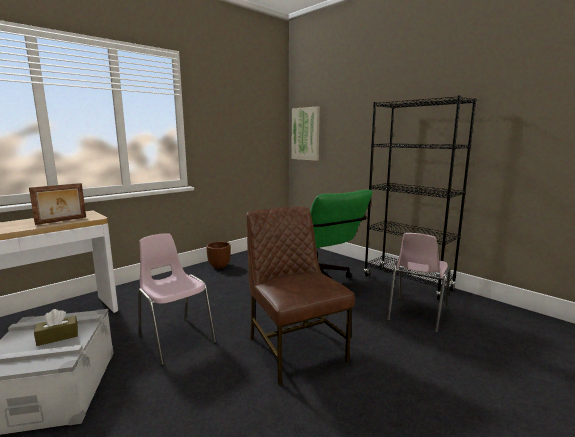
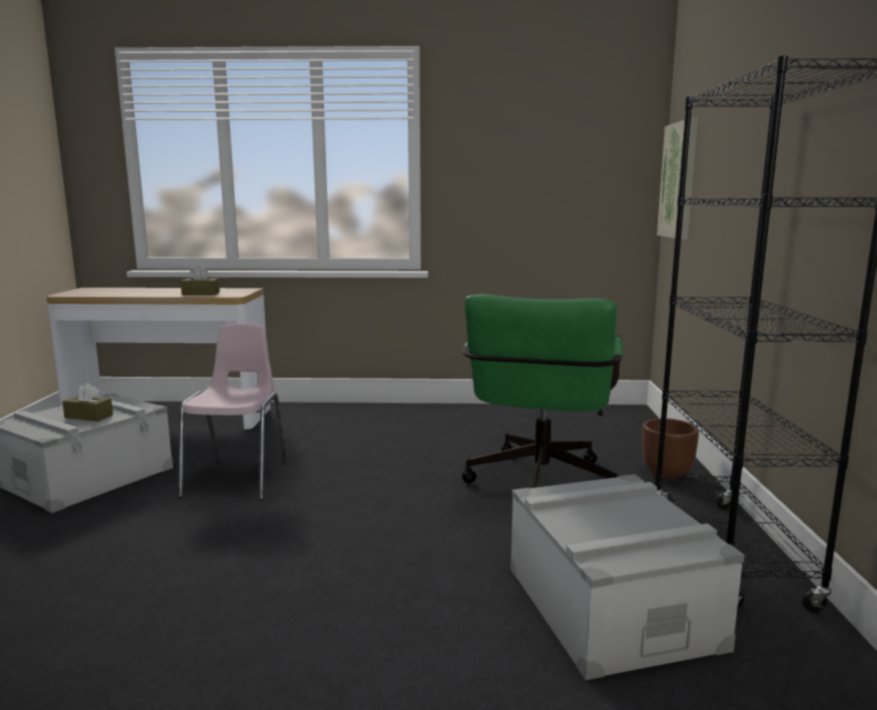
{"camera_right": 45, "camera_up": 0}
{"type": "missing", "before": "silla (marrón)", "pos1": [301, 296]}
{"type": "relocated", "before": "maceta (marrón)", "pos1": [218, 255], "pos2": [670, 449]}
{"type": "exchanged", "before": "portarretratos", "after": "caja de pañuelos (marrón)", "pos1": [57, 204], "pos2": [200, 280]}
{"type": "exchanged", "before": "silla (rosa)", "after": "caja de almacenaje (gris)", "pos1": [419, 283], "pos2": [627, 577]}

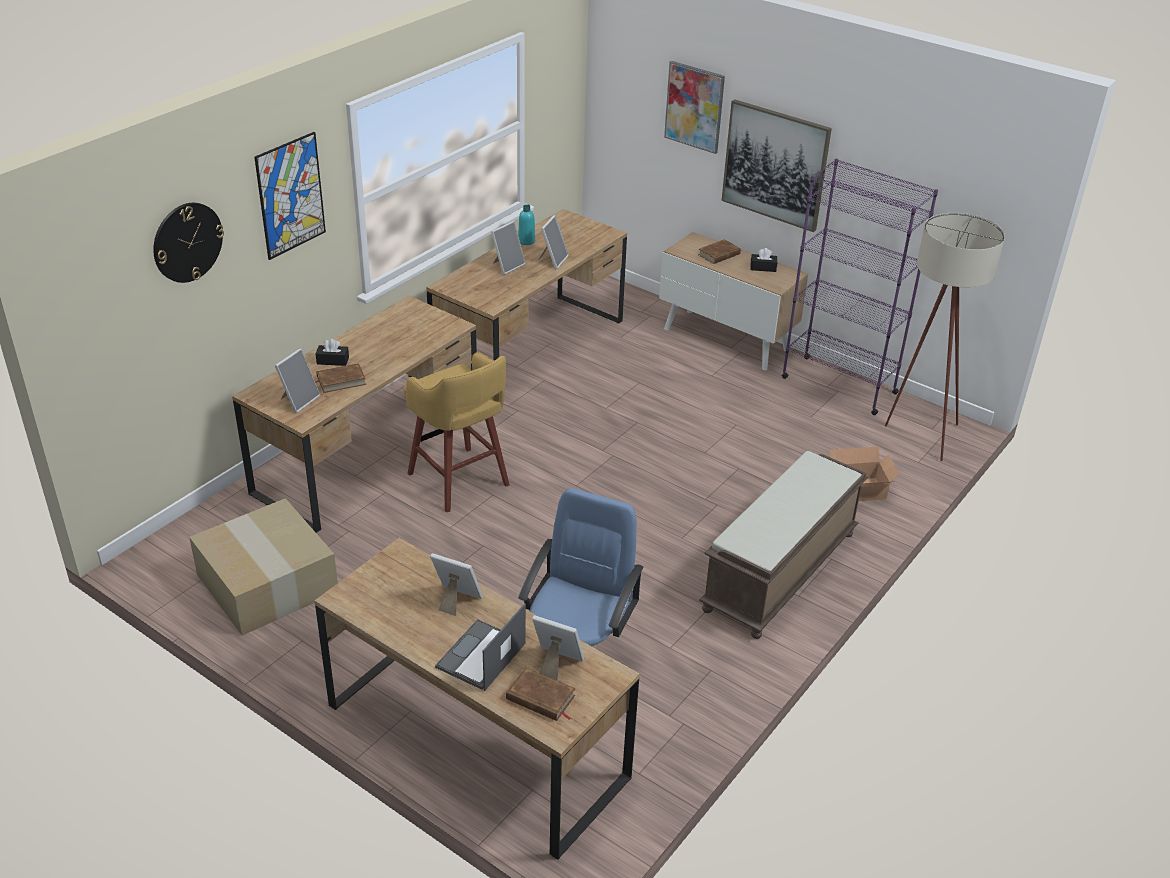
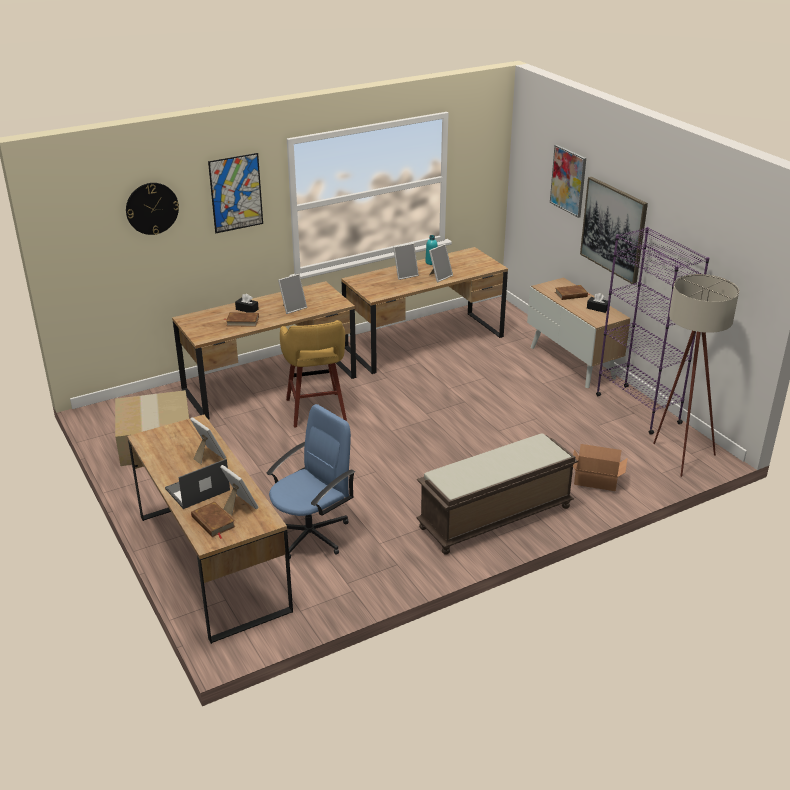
{"camera_right": 25, "camera_up": -5}
{"type": "relocated", "before": "portarretratos", "pos1": [298, 381], "pos2": [292, 294]}

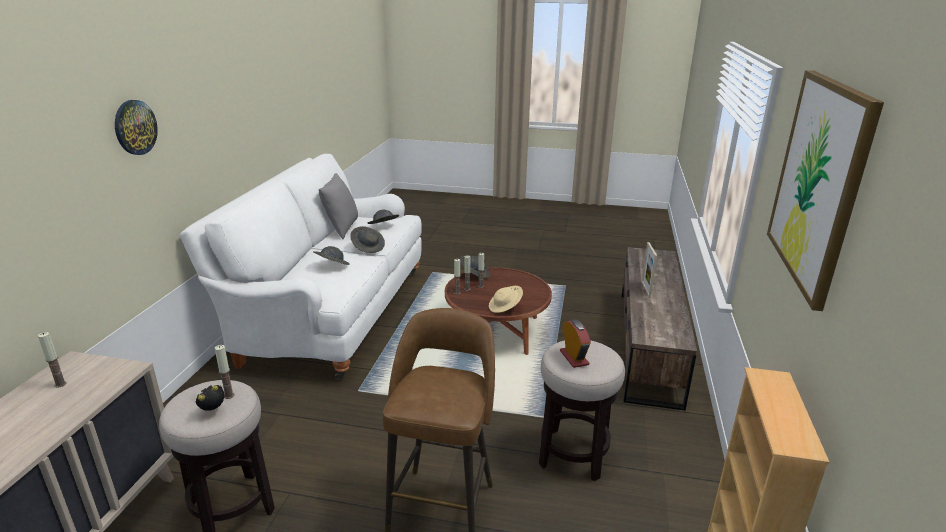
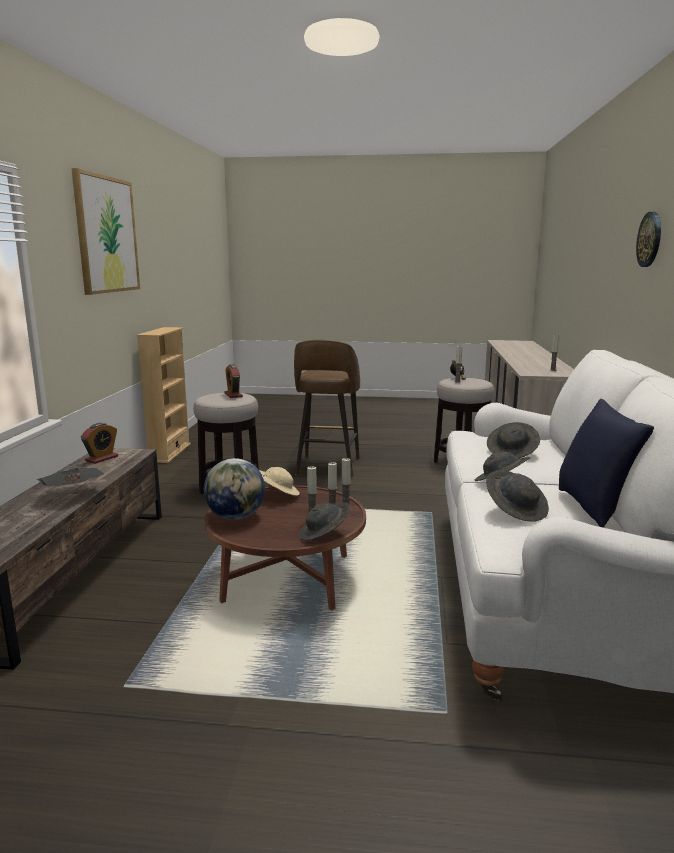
{"camera_right": 175, "camera_up": -10}
{"type": "appeared", "after": "despertador", "pos2": [99, 443]}
{"type": "appeared", "after": "globo terráqueo", "pos2": [234, 489]}
{"type": "exchanged", "before": "portarretratos", "after": "periódico", "pos1": [649, 269], "pos2": [70, 477]}
{"type": "colour", "before": "cojín (gris)", "after": "cojín (azul)", "pos1": [338, 206], "pos2": [606, 463]}

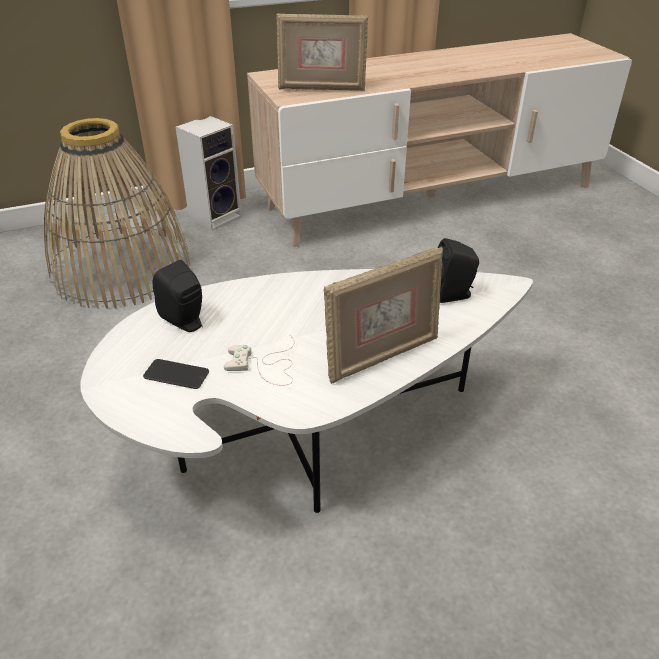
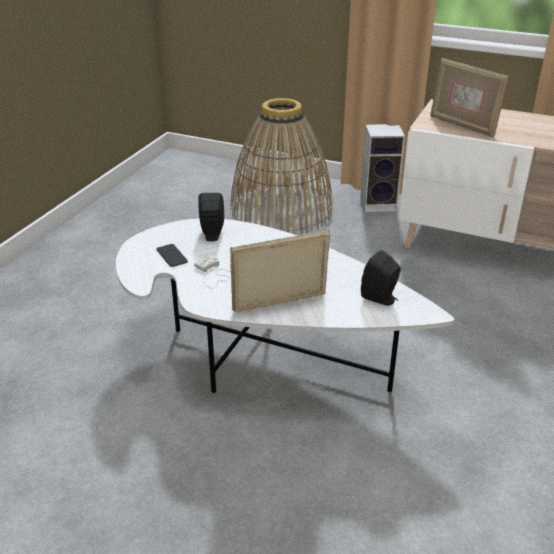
{"camera_right": 45, "camera_up": -5}
{"type": "spun", "before": "portarretratos", "pos1": [383, 315], "pos2": [280, 271], "turn": 150}

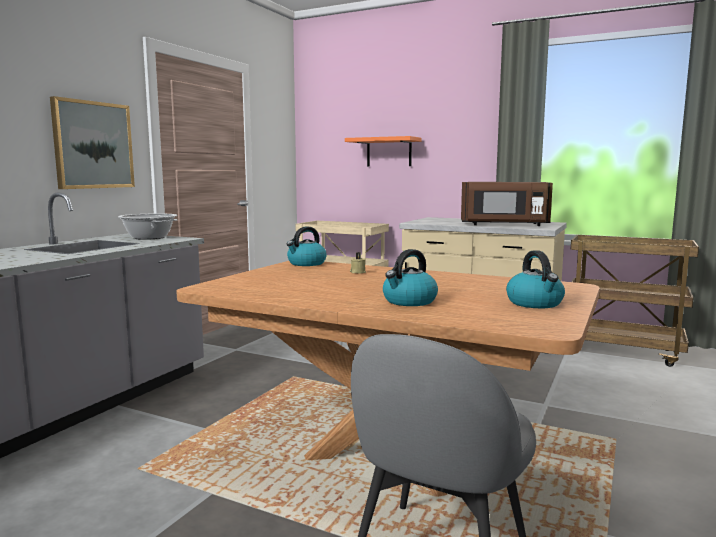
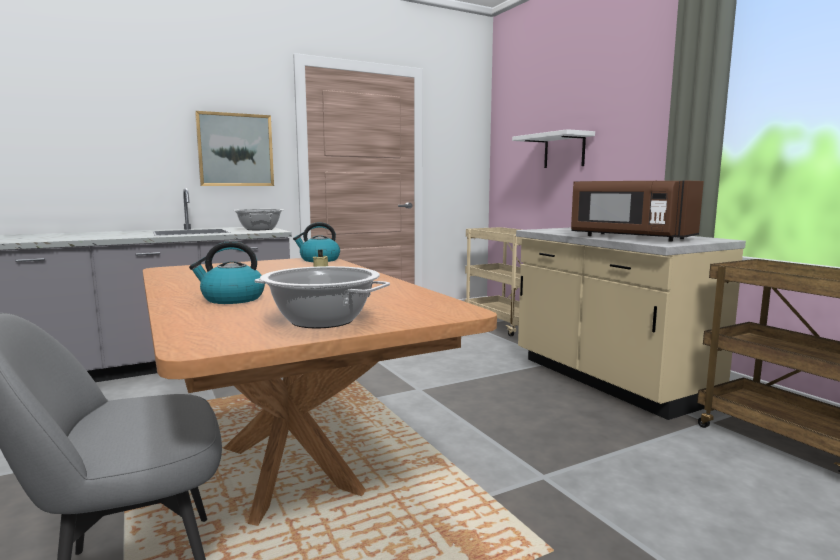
{"camera_right": 35, "camera_up": 0}
{"type": "exchanged", "before": "hervidor", "after": "olla", "pos1": [535, 279], "pos2": [322, 297]}
{"type": "colour", "before": "estante (naranja)", "after": "estante (blanco)", "pos1": [383, 151], "pos2": [553, 148]}

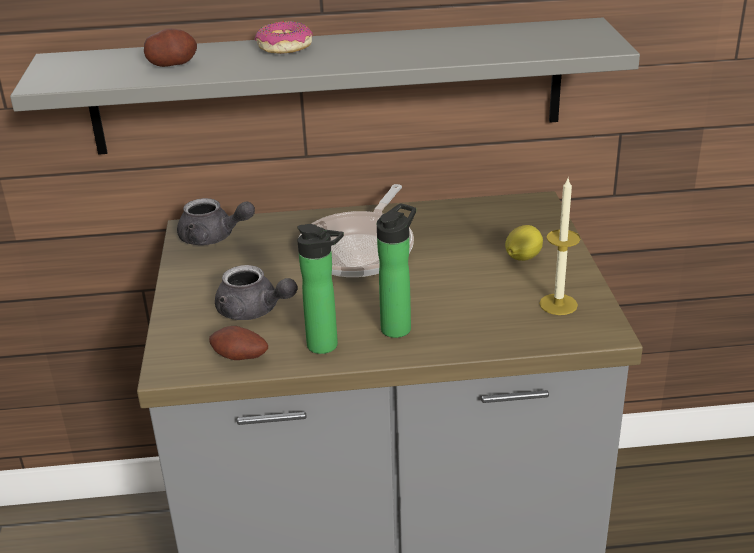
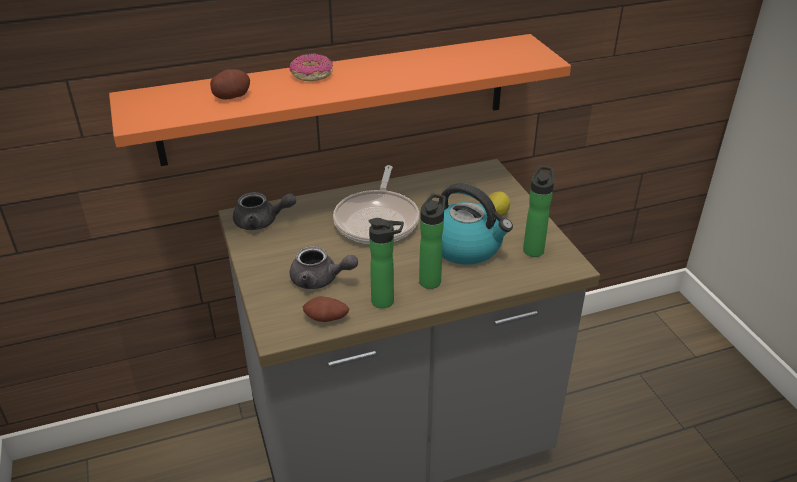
{"camera_right": -15, "camera_up": 5}
{"type": "appeared", "after": "hervidor", "pos2": [476, 224]}
{"type": "exchanged", "before": "vela", "after": "botella", "pos1": [560, 245], "pos2": [538, 211]}
{"type": "colour", "before": "estante (gris)", "after": "estante (naranja)", "pos1": [325, 86], "pos2": [340, 100]}

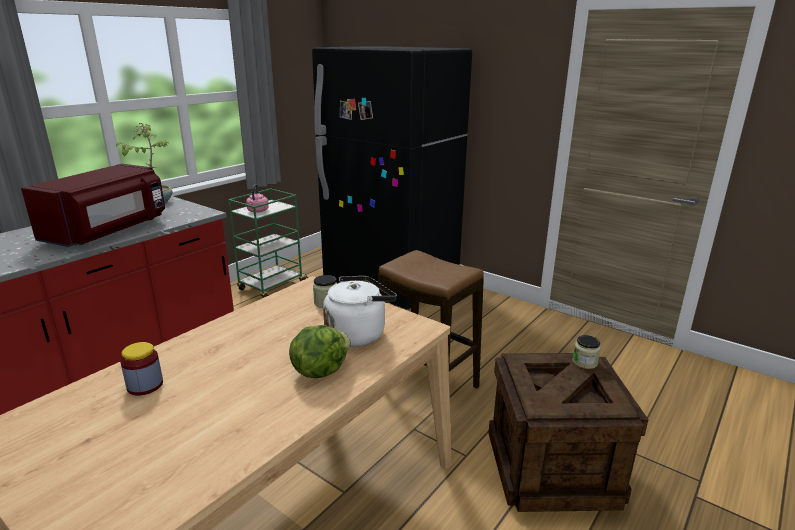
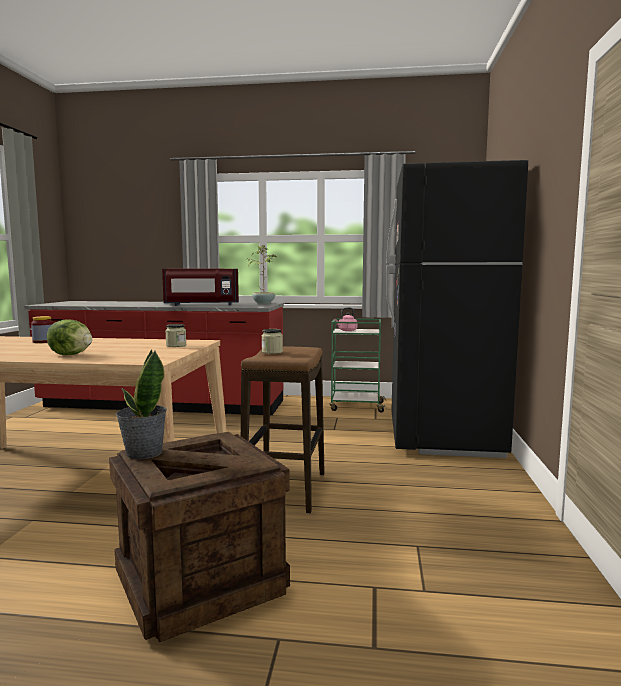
{"camera_right": 60, "camera_up": -15}
{"type": "missing", "before": "hervidor (blanco)", "pos1": [360, 311]}
{"type": "appeared", "after": "planta en maceta", "pos2": [141, 404]}
{"type": "relocated", "before": "tarro", "pos1": [587, 352], "pos2": [272, 341]}

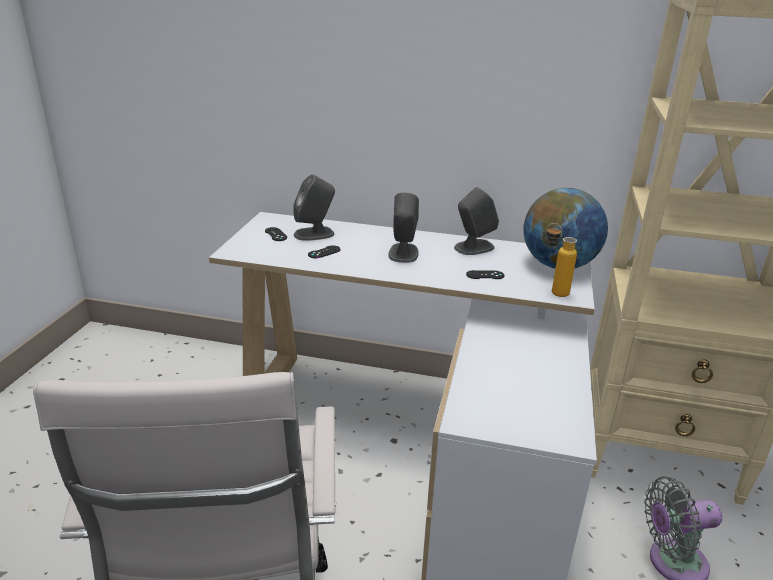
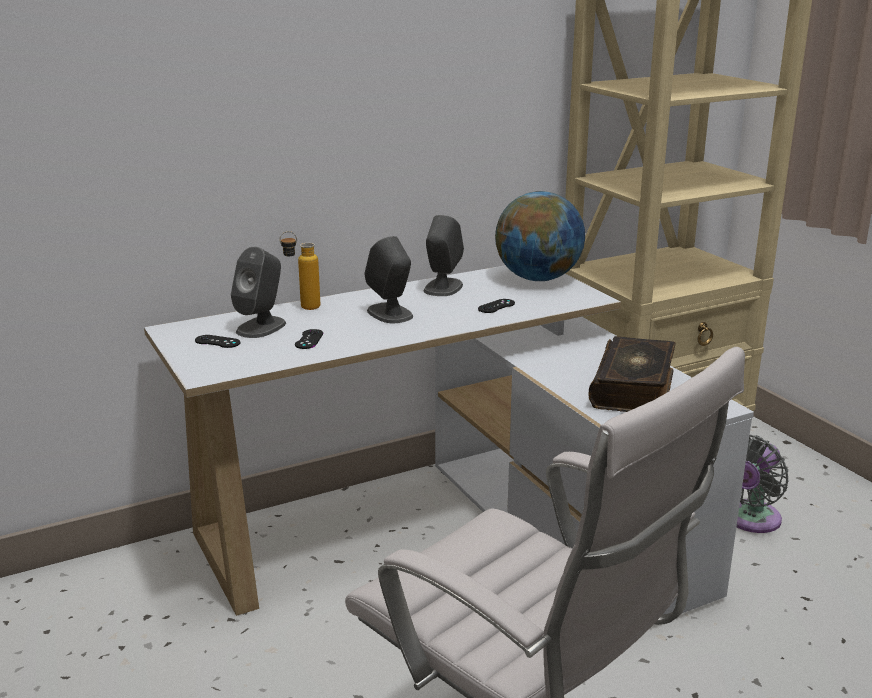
{"camera_right": -40, "camera_up": -5}
{"type": "appeared", "after": "libro", "pos2": [632, 374]}
{"type": "relocated", "before": "botella", "pos1": [562, 260], "pos2": [300, 270]}

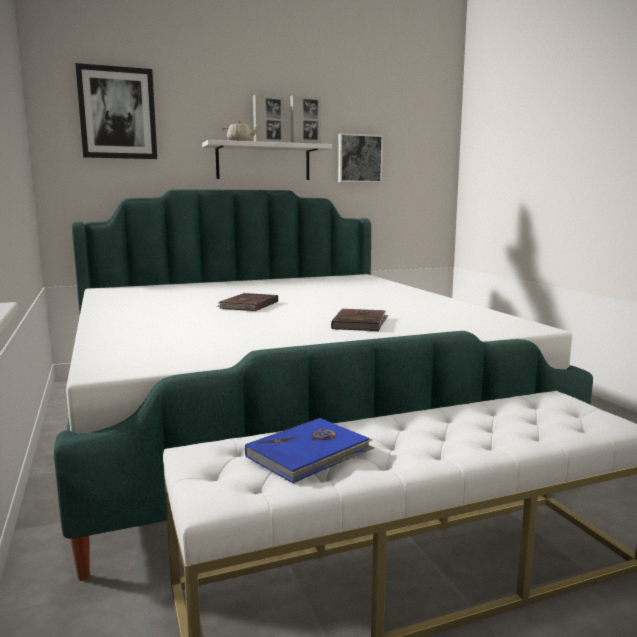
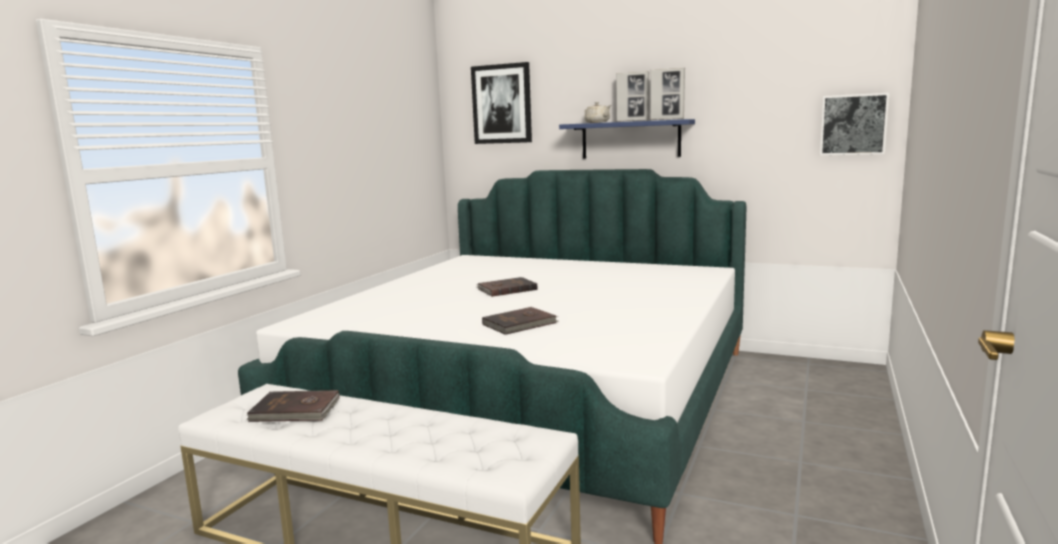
{"camera_right": 45, "camera_up": 0}
{"type": "relocated", "before": "cuadro", "pos1": [360, 158], "pos2": [854, 124]}
{"type": "colour", "before": "estante (blanco)", "after": "estante (azul)", "pos1": [267, 160], "pos2": [627, 139]}
{"type": "colour", "before": "libro (azul)", "after": "libro (marrón)", "pos1": [310, 450], "pos2": [293, 406]}

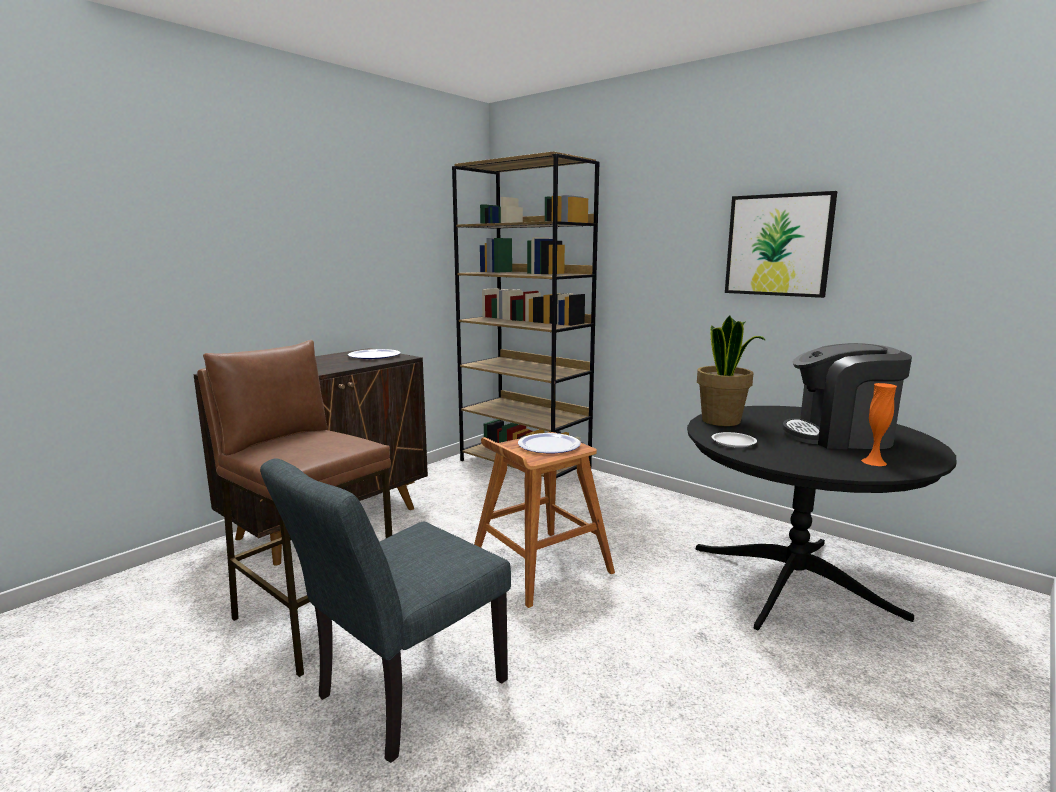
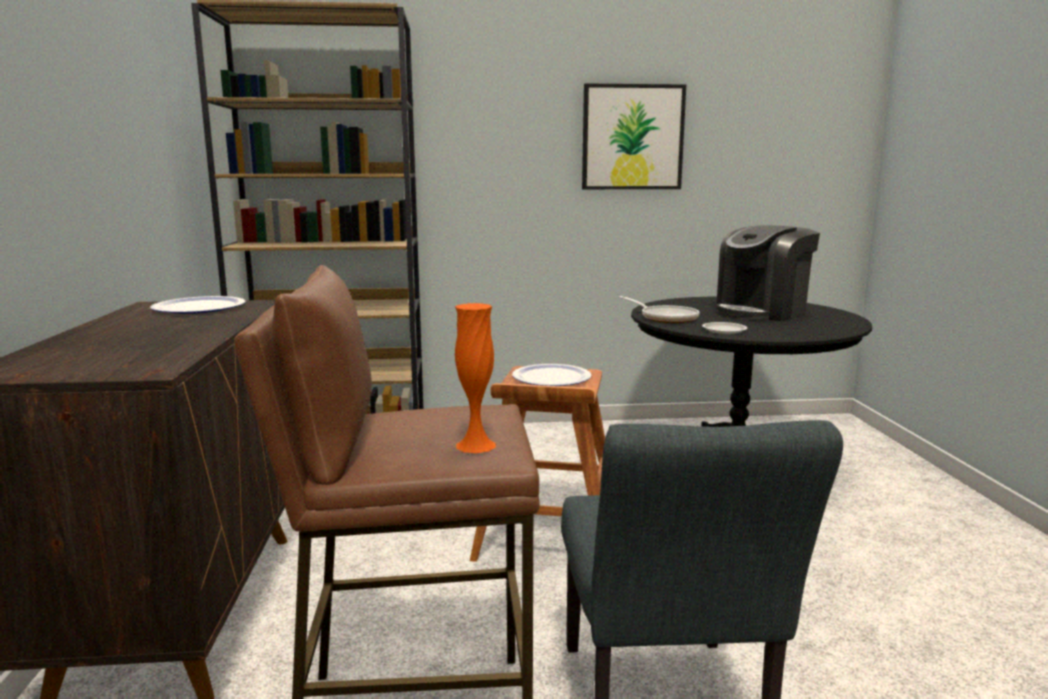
{"camera_right": -45, "camera_up": 0}
{"type": "relocated", "before": "florero (naranja)", "pos1": [879, 424], "pos2": [475, 378]}
{"type": "exchanged", "before": "planta en maceta", "after": "sartén", "pos1": [731, 370], "pos2": [659, 309]}

